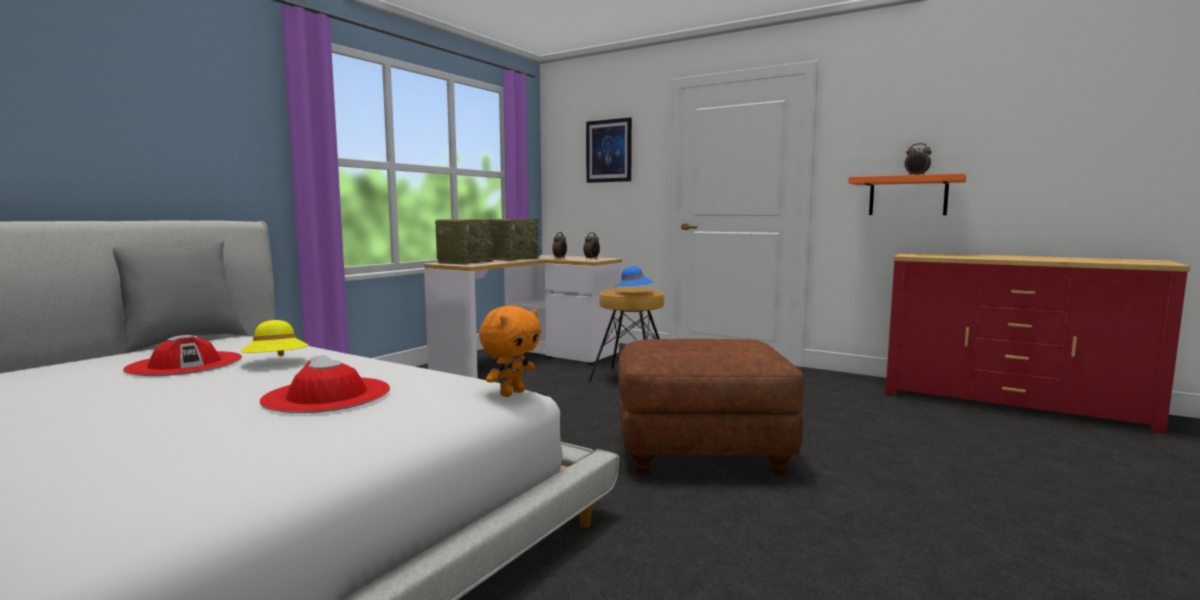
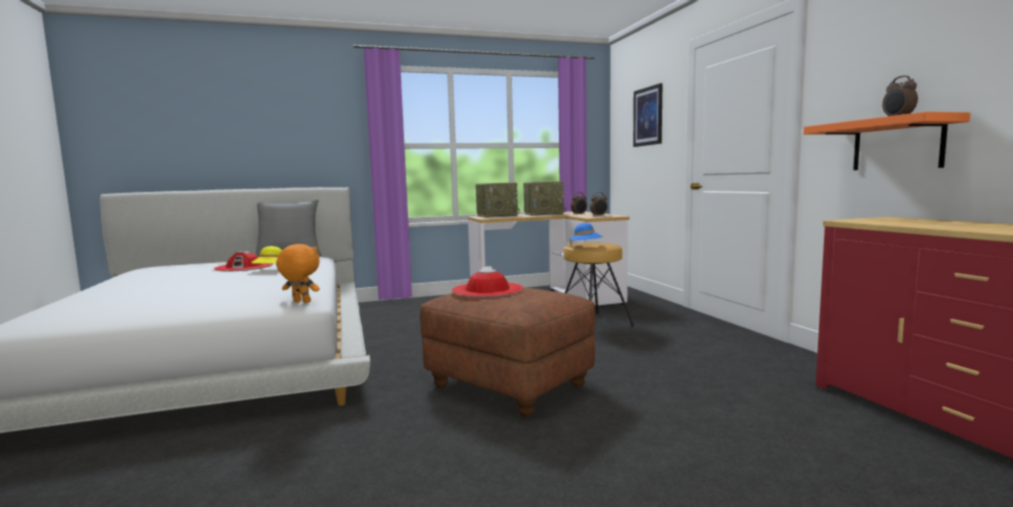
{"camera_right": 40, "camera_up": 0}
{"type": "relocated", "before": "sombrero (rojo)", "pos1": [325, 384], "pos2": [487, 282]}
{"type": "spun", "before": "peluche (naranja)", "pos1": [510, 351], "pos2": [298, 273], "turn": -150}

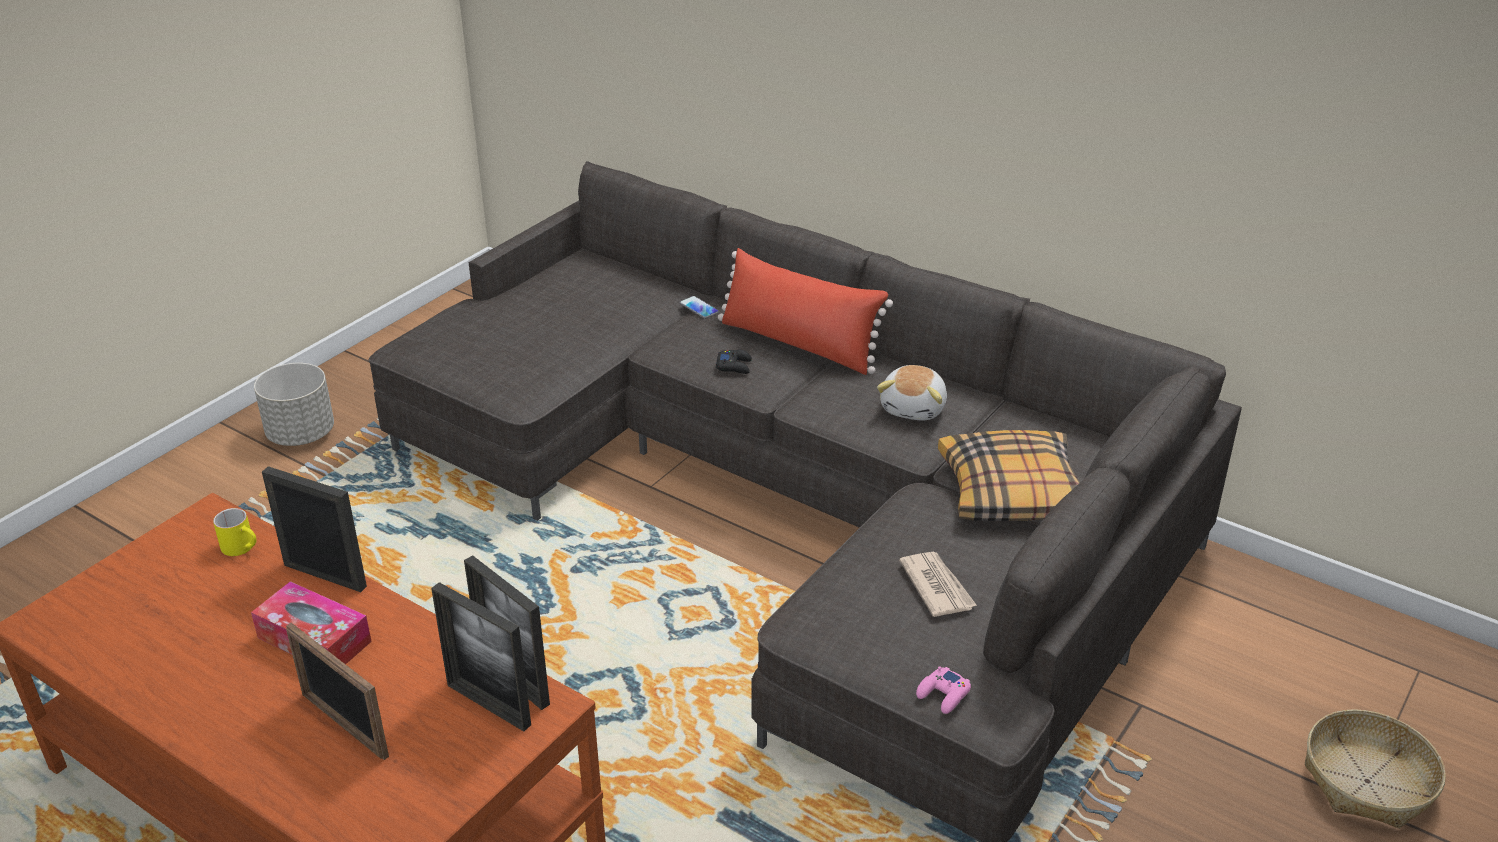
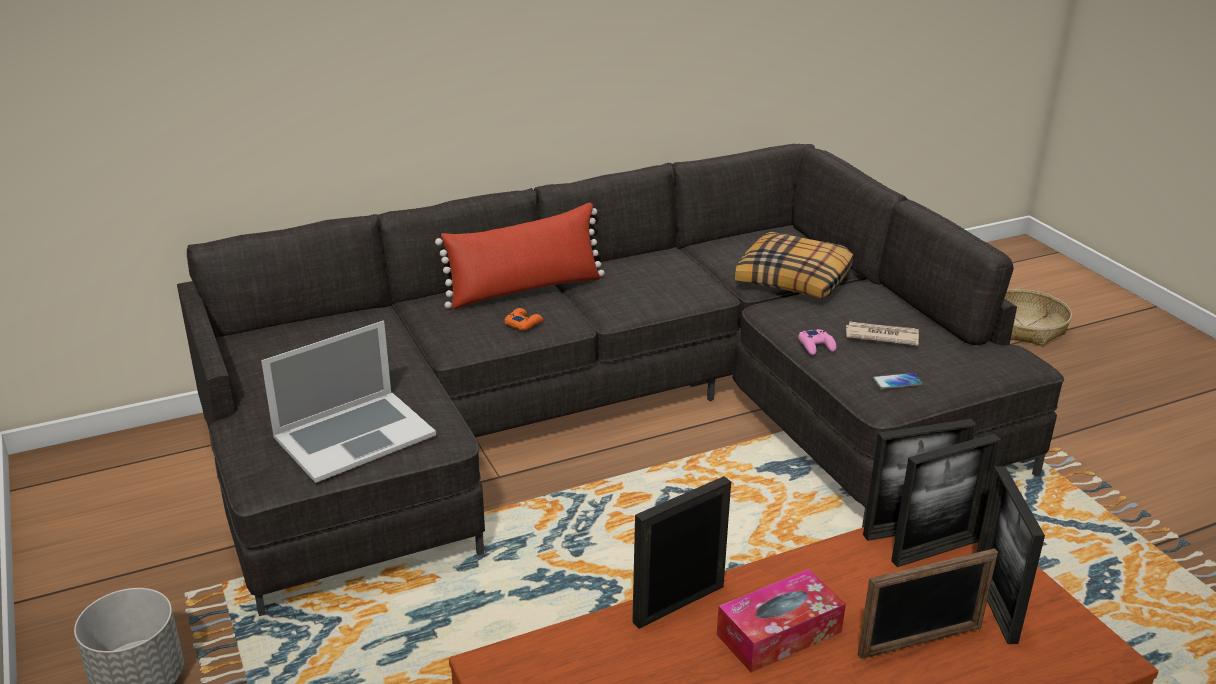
{"camera_right": -60, "camera_up": -5}
{"type": "missing", "before": "taza grande (amarillo)", "pos1": [234, 532]}
{"type": "missing", "before": "peluche", "pos1": [912, 393]}
{"type": "appeared", "after": "portátil", "pos2": [348, 402]}
{"type": "appeared", "after": "portarretratos", "pos2": [1010, 555]}
{"type": "relocated", "before": "móvil", "pos1": [699, 307], "pos2": [898, 381]}
{"type": "relocated", "before": "mando de consola (rosa)", "pos1": [943, 690], "pos2": [817, 342]}
{"type": "colour", "before": "mando de consola (negro)", "after": "mando de consola (naranja)", "pos1": [734, 361], "pos2": [524, 319]}

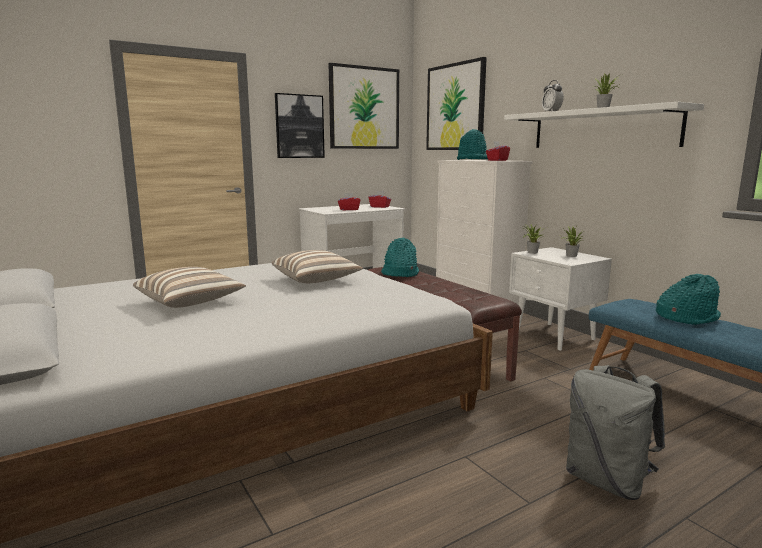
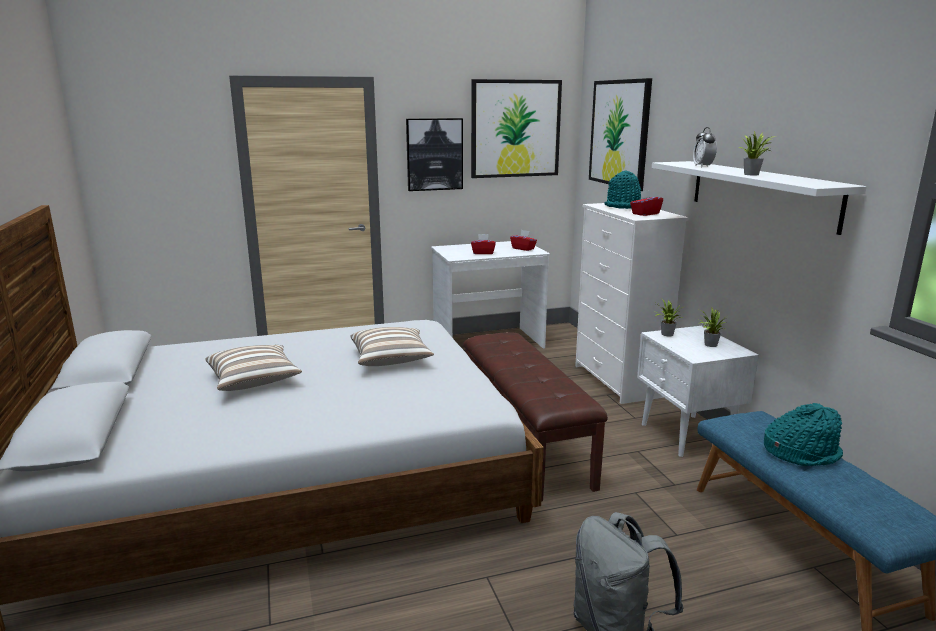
{"camera_right": 15, "camera_up": 5}
{"type": "missing", "before": "sombrero (turquesa)", "pos1": [400, 257]}

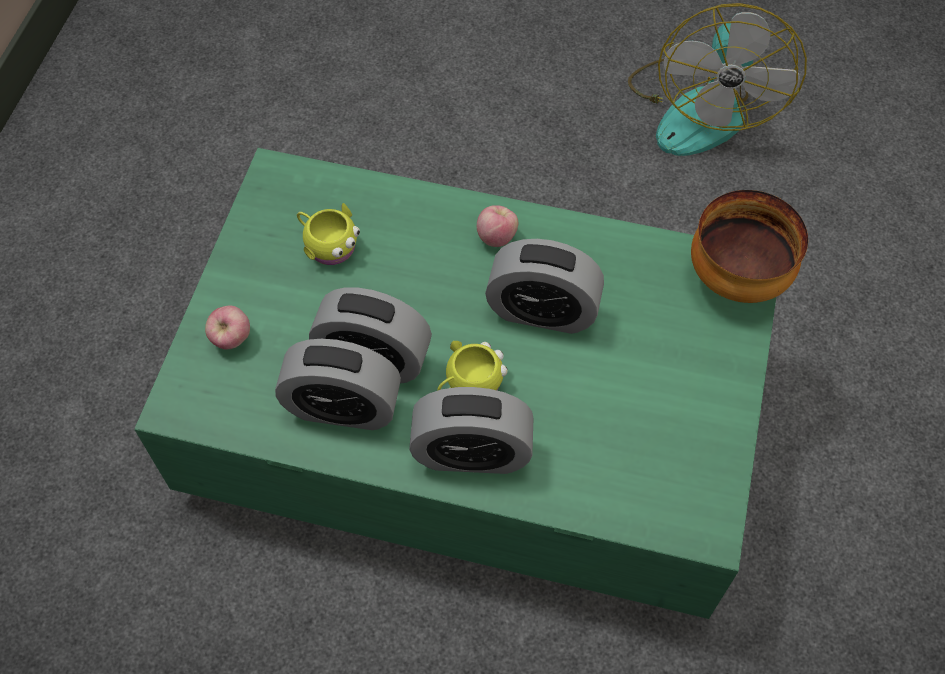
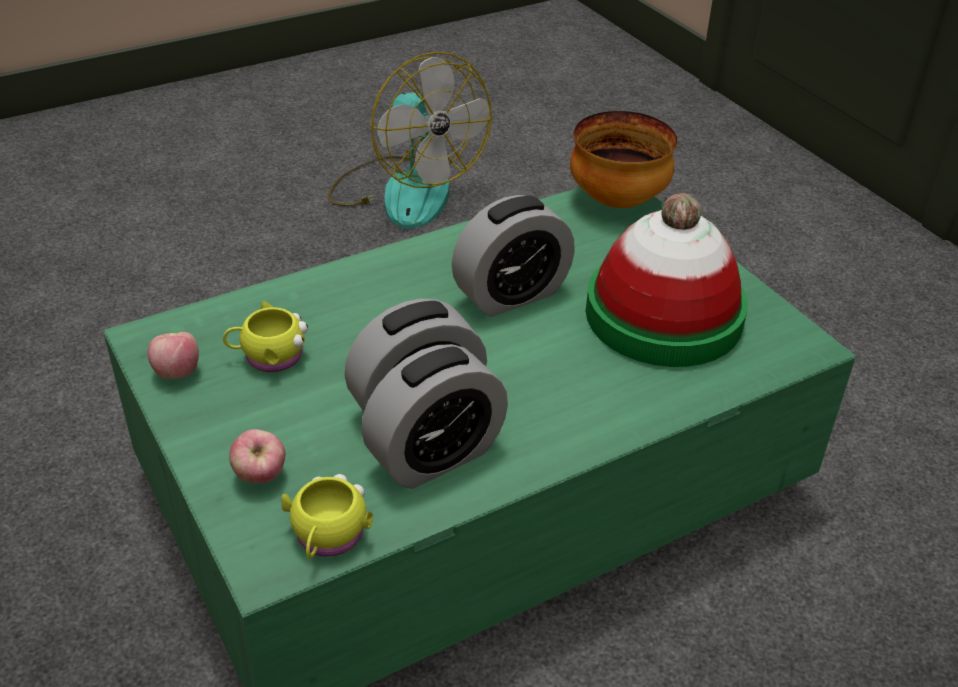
{"camera_right": -45, "camera_up": -20}
{"type": "missing", "before": "despertador", "pos1": [471, 430]}
{"type": "appeared", "after": "sombrero", "pos2": [667, 280]}
{"type": "relocated", "before": "taza grande (amarillo)", "pos1": [472, 366], "pos2": [327, 516]}
{"type": "relocated", "before": "manzana", "pos1": [497, 226], "pos2": [173, 355]}

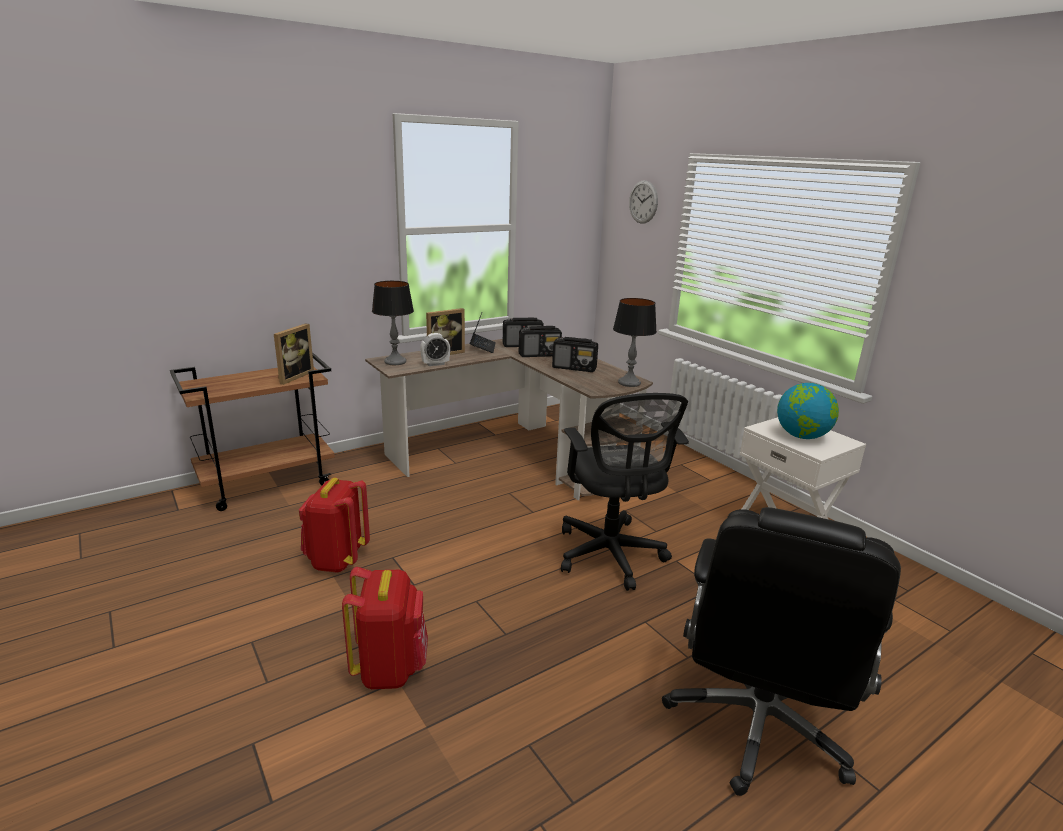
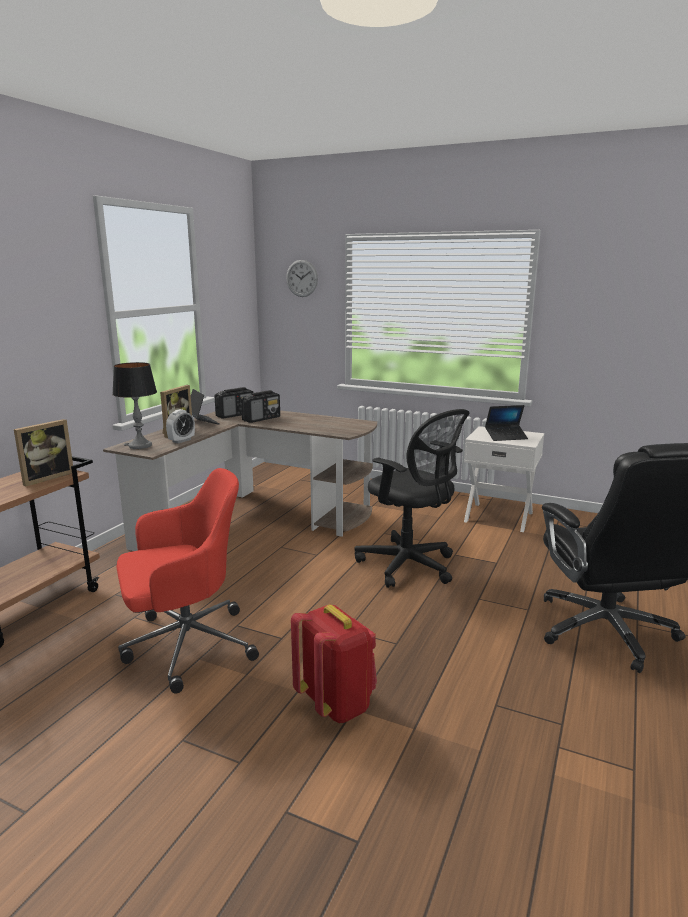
{"camera_right": -30, "camera_up": -5}
{"type": "missing", "before": "radio", "pos1": [575, 354]}
{"type": "missing", "before": "lámpara de mesa", "pos1": [635, 342]}
{"type": "exchanged", "before": "mochila (rojo)", "after": "silla de oficina (rojo)", "pos1": [334, 525], "pos2": [187, 581]}
{"type": "exchanged", "before": "globo terráqueo", "after": "portátil", "pos1": [808, 411], "pos2": [506, 423]}
{"type": "spun", "before": "portarretratos", "pos1": [294, 354], "pos2": [43, 452], "turn": 45}

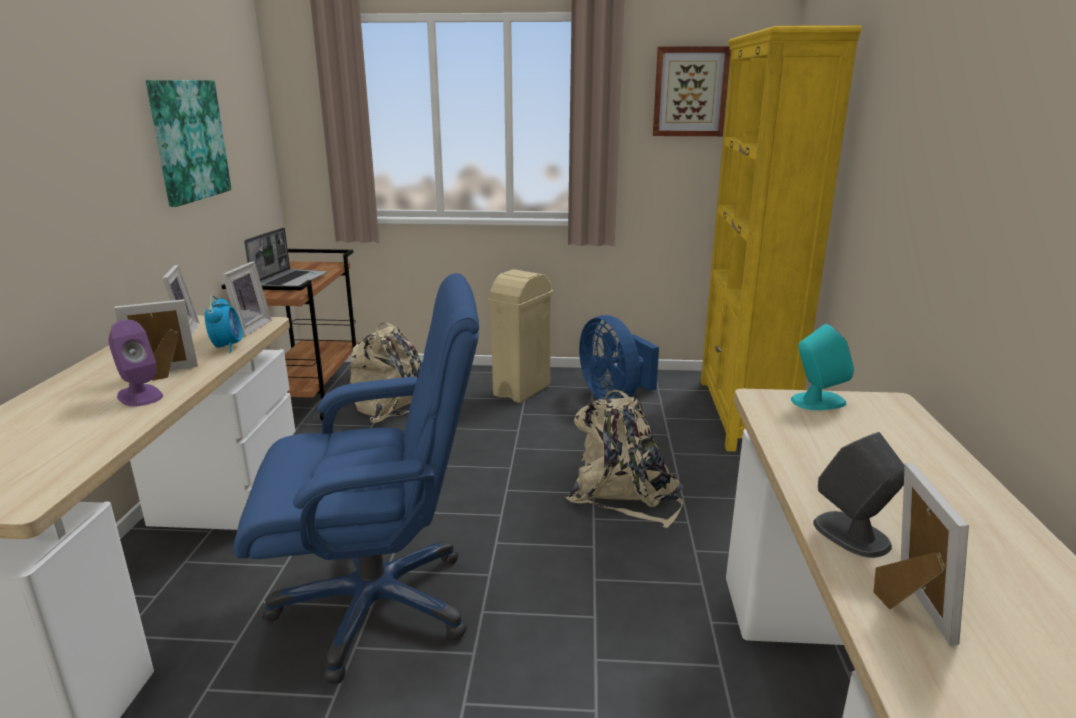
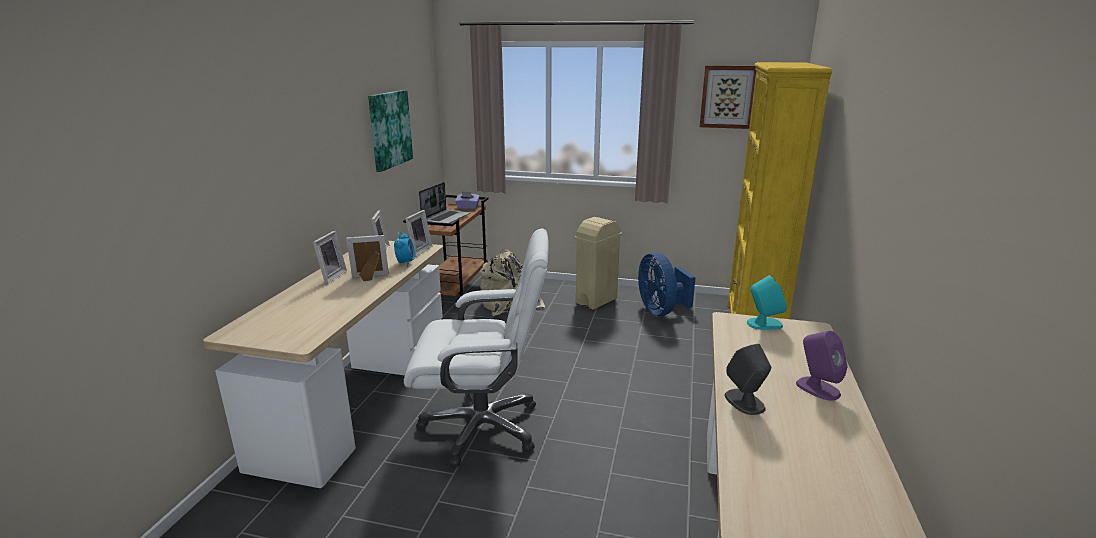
{"camera_right": 10, "camera_up": 0}
{"type": "missing", "before": "mochila (beis)", "pos1": [625, 459]}
{"type": "appeared", "after": "caja de pañuelos (morado)", "pos2": [467, 201]}
{"type": "relocated", "before": "altavoz (morado)", "pos1": [136, 363], "pos2": [822, 366]}
{"type": "relocated", "before": "portarretratos", "pos1": [921, 554], "pos2": [330, 258]}
{"type": "colour", "before": "silla de oficina (azul)", "after": "silla de oficina (blanco)", "pos1": [356, 478], "pos2": [476, 347]}

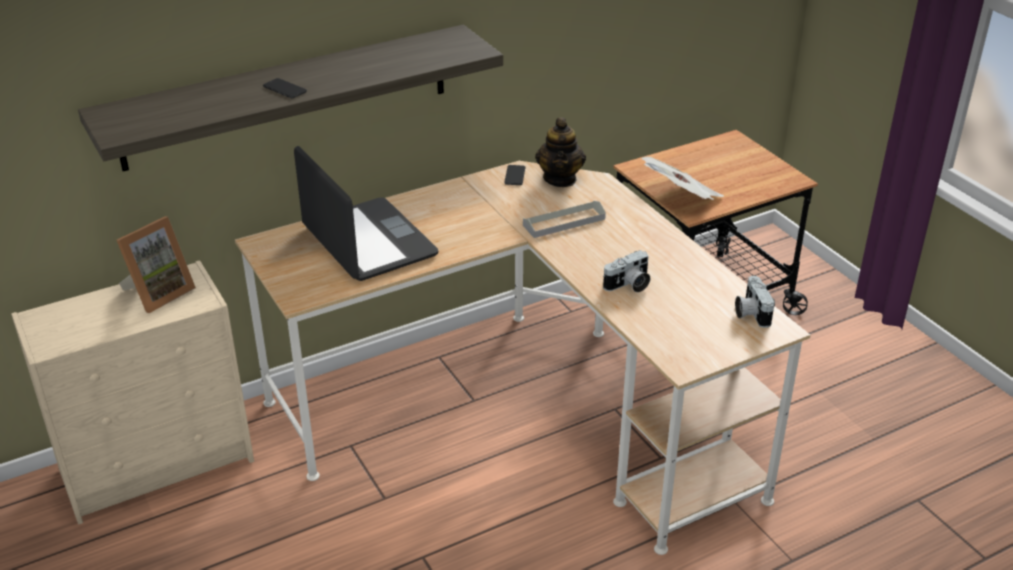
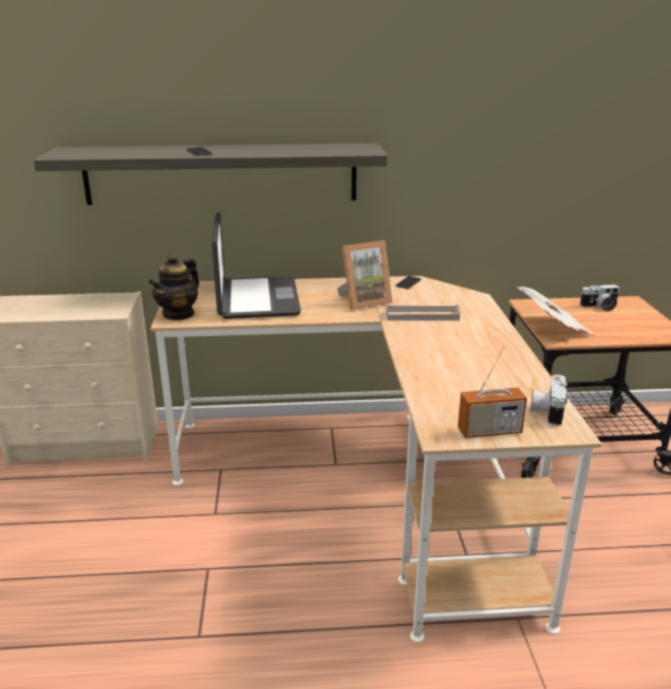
{"camera_right": 25, "camera_up": -10}
{"type": "appeared", "after": "radio", "pos2": [492, 392]}
{"type": "relocated", "before": "portarretratos", "pos1": [156, 264], "pos2": [365, 275]}
{"type": "relocated", "before": "tetera", "pos1": [560, 152], "pos2": [174, 287]}
{"type": "relocated", "before": "cámara", "pos1": [626, 271], "pos2": [599, 297]}

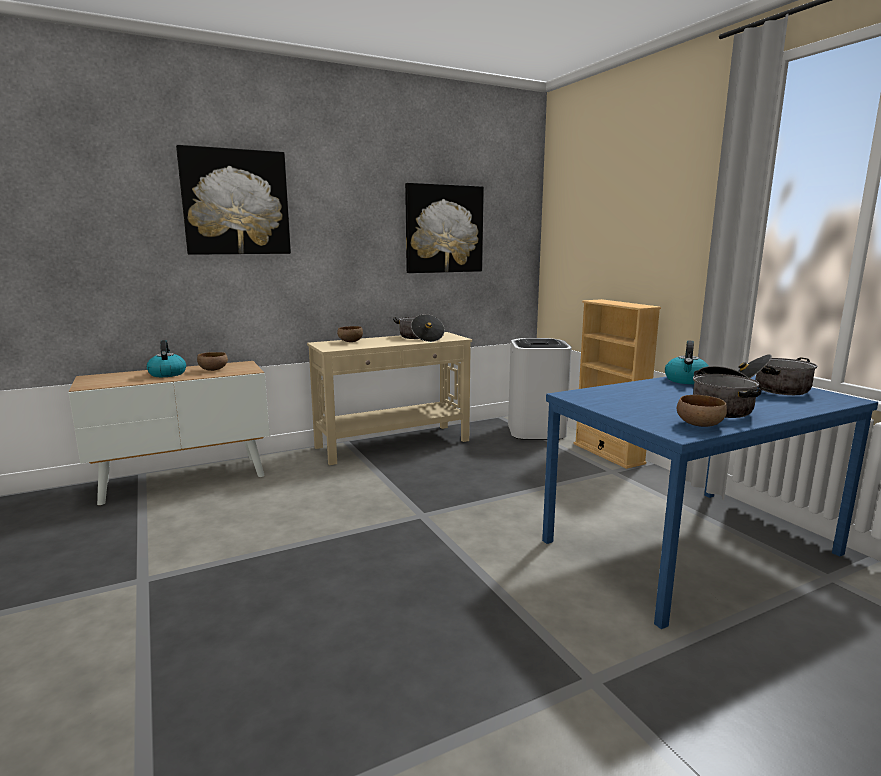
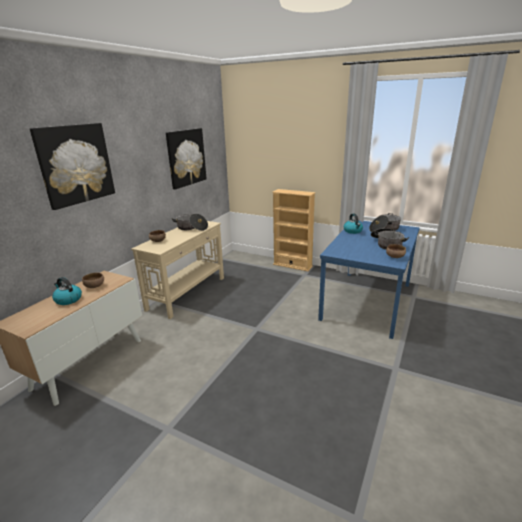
{"camera_right": -35, "camera_up": 10}
{"type": "missing", "before": "papelera (blanco)", "pos1": [540, 389]}

